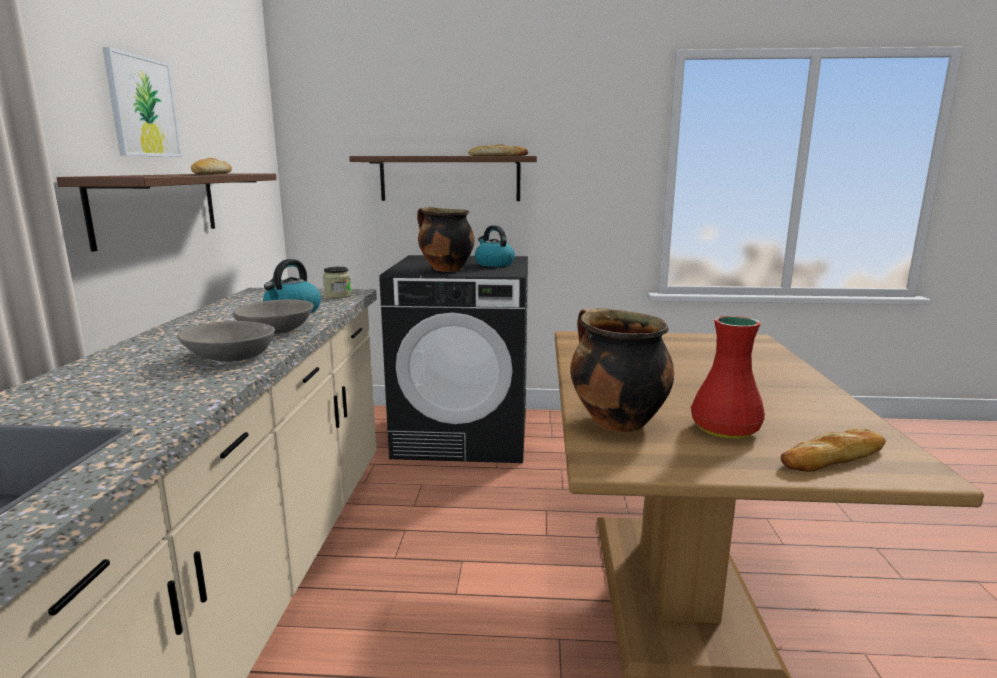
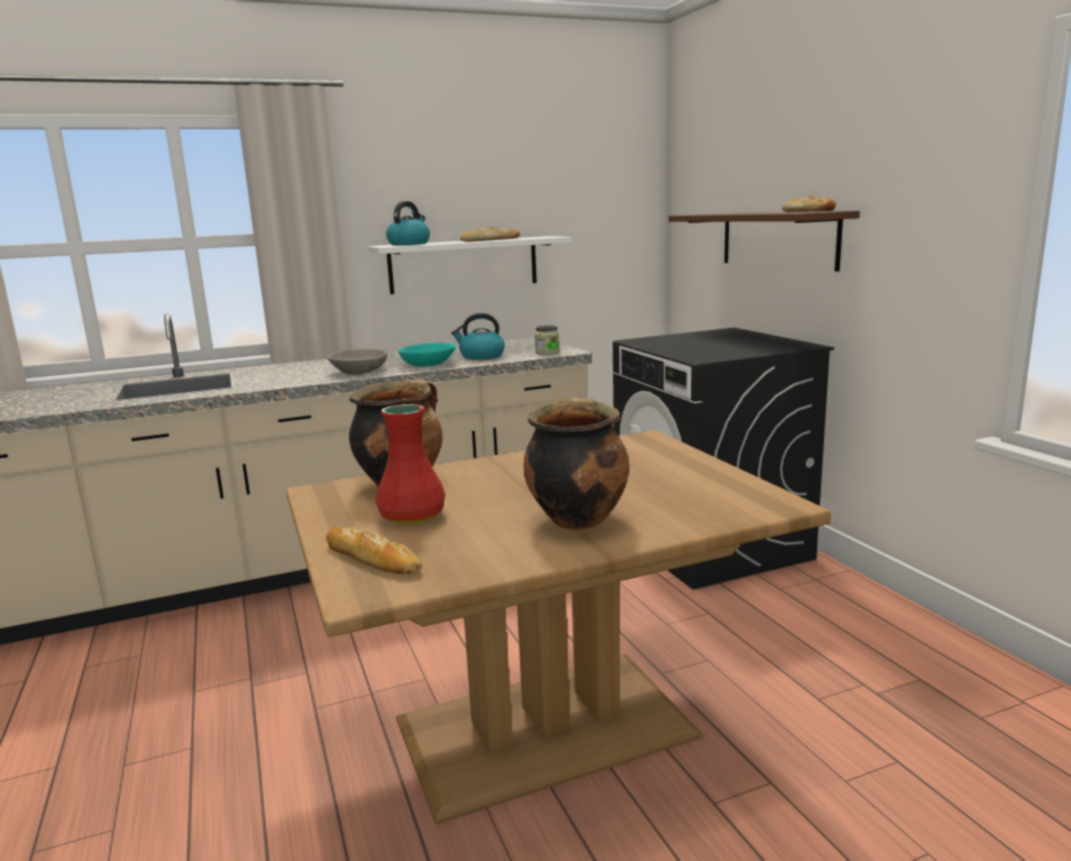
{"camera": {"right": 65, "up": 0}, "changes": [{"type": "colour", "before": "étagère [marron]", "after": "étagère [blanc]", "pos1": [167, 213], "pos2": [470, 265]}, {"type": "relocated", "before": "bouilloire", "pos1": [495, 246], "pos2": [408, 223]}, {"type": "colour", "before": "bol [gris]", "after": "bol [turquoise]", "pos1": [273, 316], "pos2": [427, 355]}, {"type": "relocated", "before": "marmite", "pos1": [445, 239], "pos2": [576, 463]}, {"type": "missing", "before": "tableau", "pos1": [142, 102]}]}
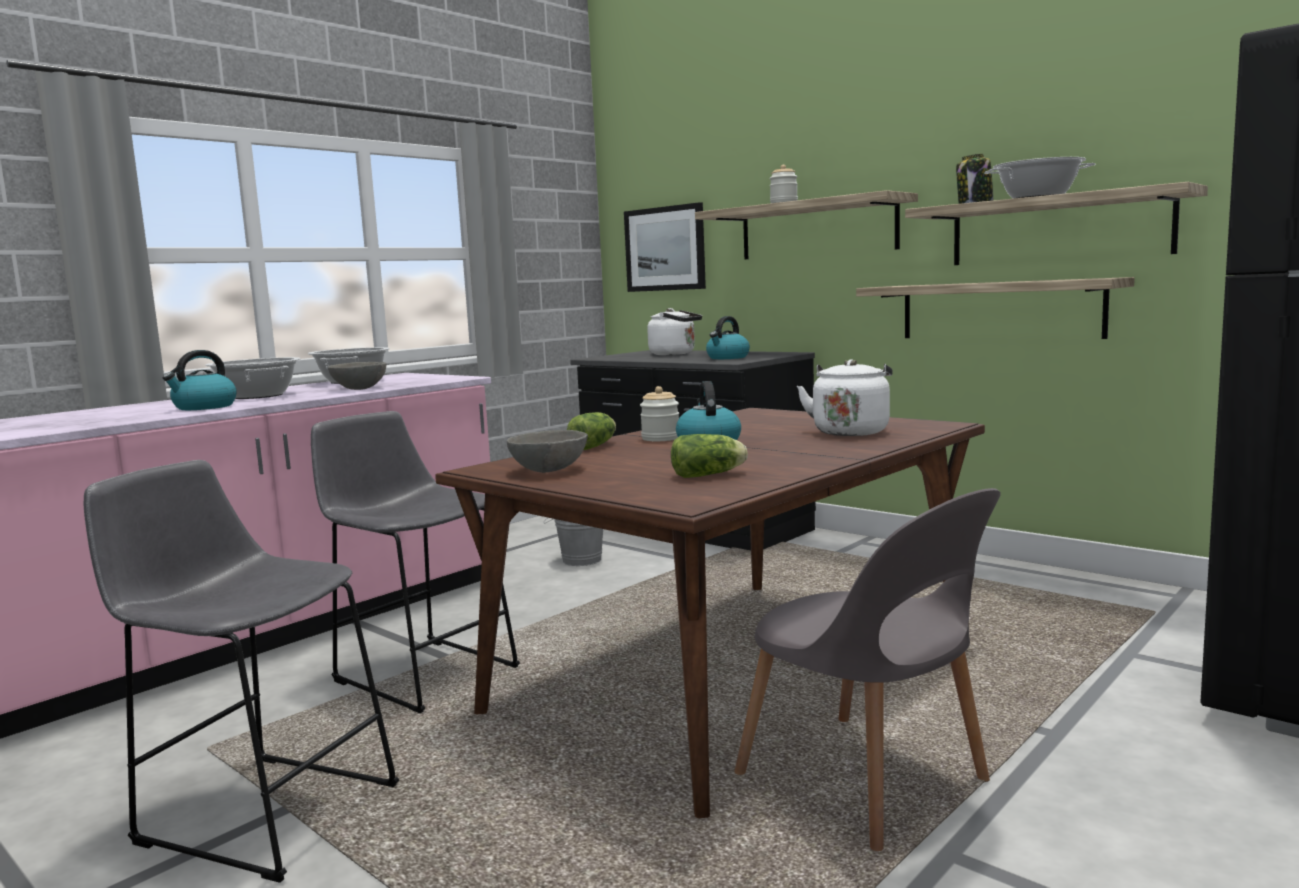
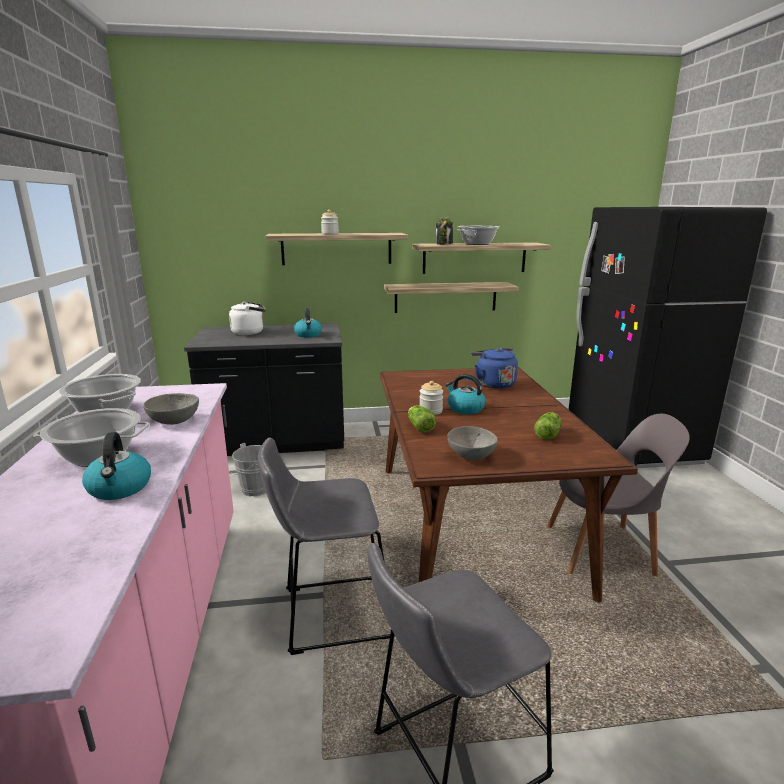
{"camera": {"right": -50, "up": 10}, "changes": [{"type": "colour", "before": "bouilloire [blanc]", "after": "bouilloire [bleu]", "pos1": [845, 397], "pos2": [494, 368]}, {"type": "missing", "before": "tableau", "pos1": [665, 247]}]}
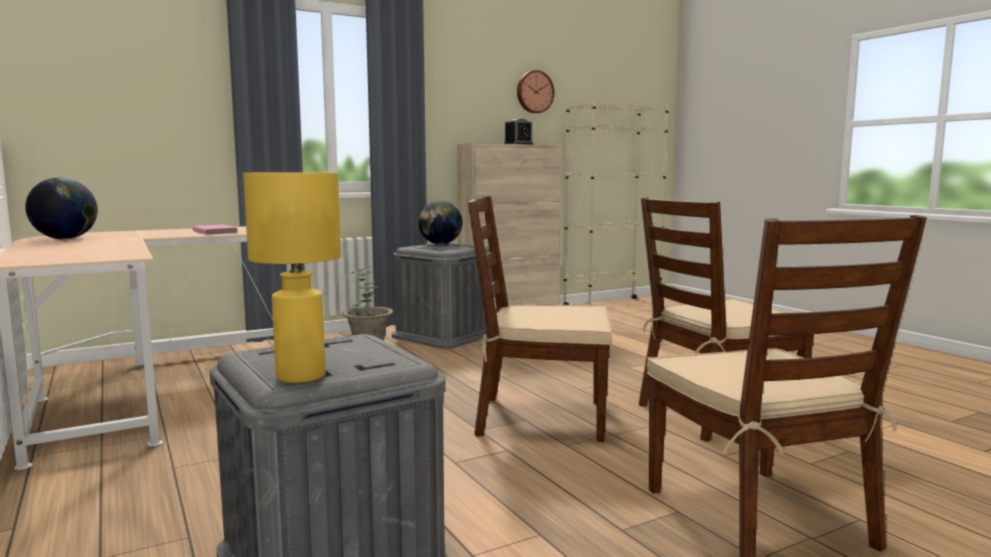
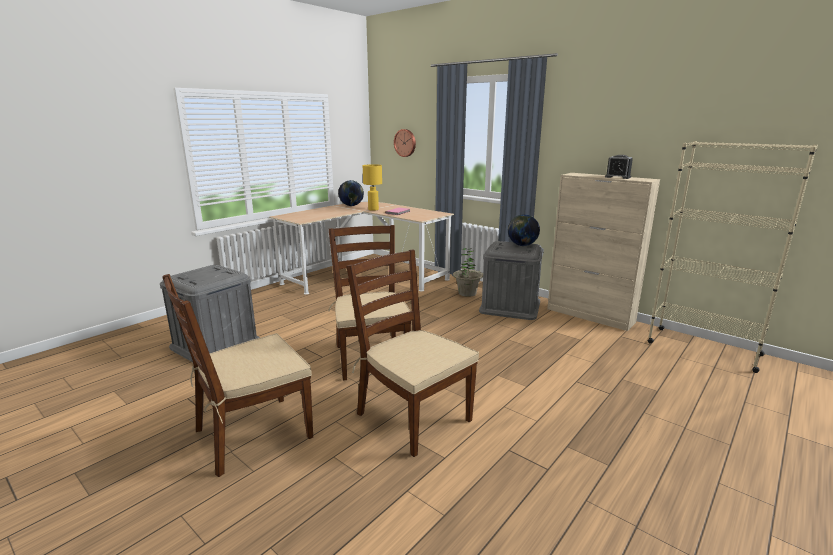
{"camera": {"right": 70, "up": 10}, "changes": [{"type": "relocated", "before": "lampe de table [jaune]", "pos1": [292, 277], "pos2": [372, 187]}, {"type": "relocated", "before": "horloge murale", "pos1": [535, 91], "pos2": [405, 143]}]}
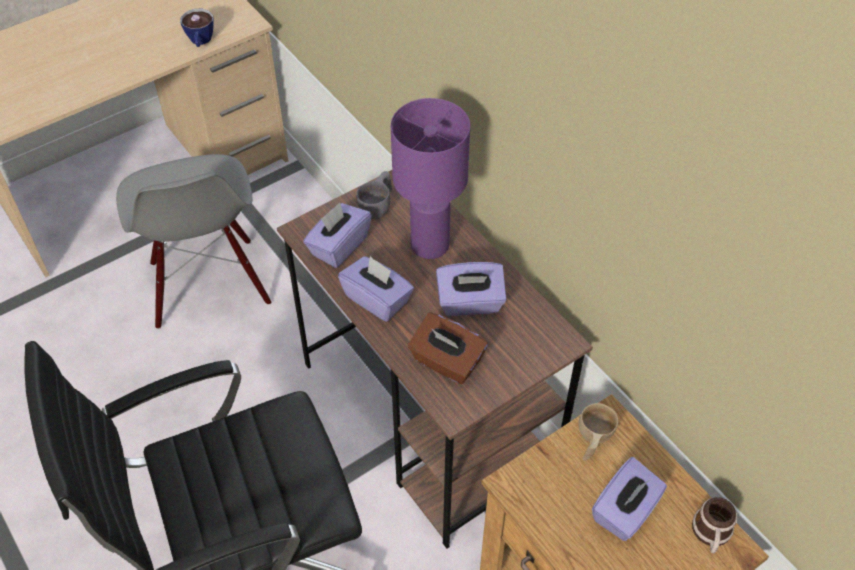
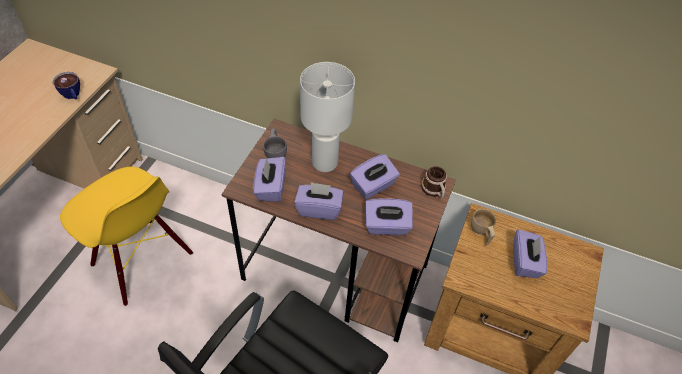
{"camera": {"right": -35, "up": 0}, "changes": [{"type": "colour", "before": "chaise [gris]", "after": "chaise [jaune]", "pos1": [193, 241], "pos2": [126, 236]}, {"type": "colour", "before": "lampe de table [violet]", "after": "lampe de table [blanc]", "pos1": [430, 178], "pos2": [327, 117]}, {"type": "colour", "before": "boîte à mouchoirs [marron]", "after": "boîte à mouchoirs [violet]", "pos1": [448, 348], "pos2": [389, 216]}, {"type": "relocated", "before": "mug", "pos1": [714, 525], "pos2": [434, 182]}]}
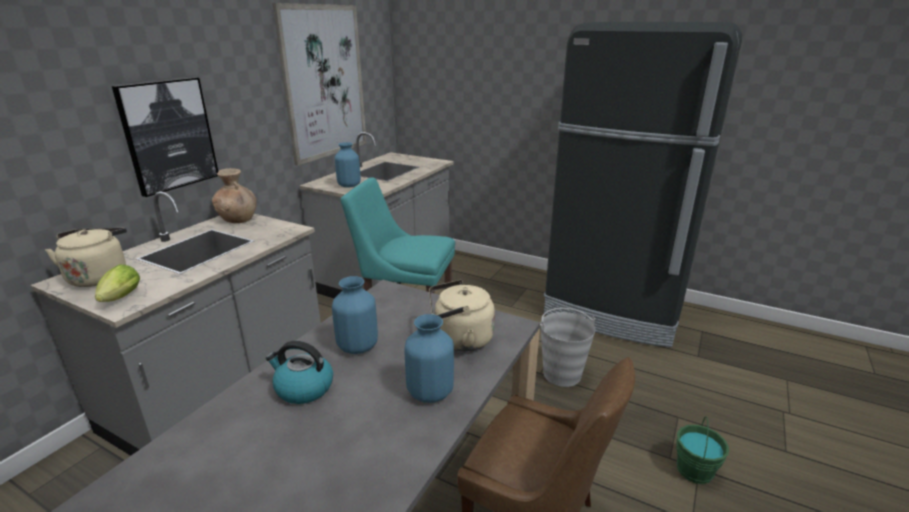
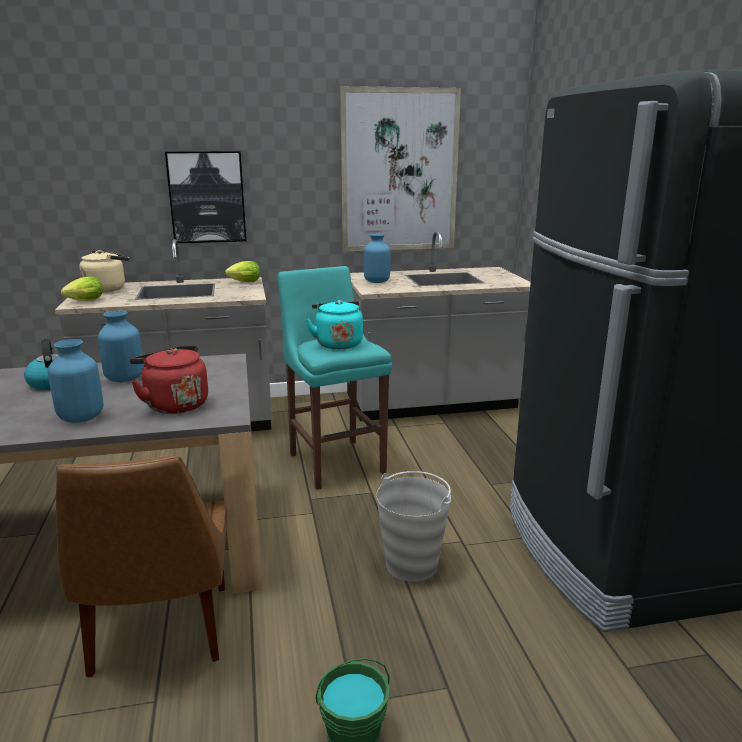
{"camera": {"right": 50, "up": -5}, "changes": [{"type": "colour", "before": "bouilloire [beige]", "after": "bouilloire [rouge]", "pos1": [462, 316], "pos2": [169, 380]}, {"type": "exchanged", "before": "vase [marron]", "after": "laitue", "pos1": [234, 195], "pos2": [242, 271]}, {"type": "appeared", "after": "bouilloire [turquoise]", "pos2": [334, 324]}]}
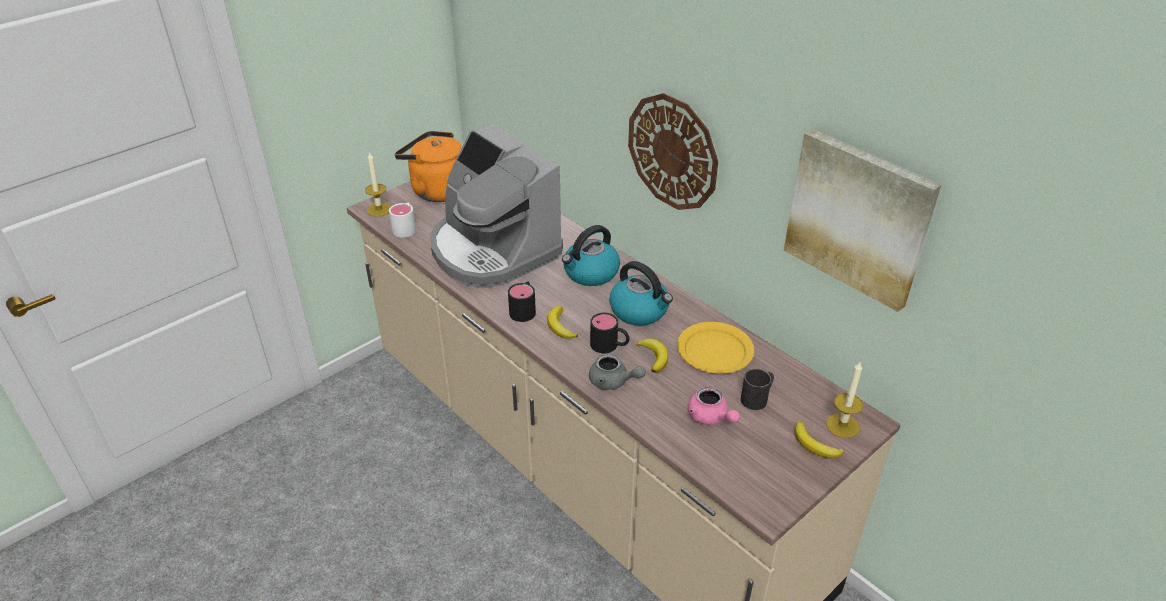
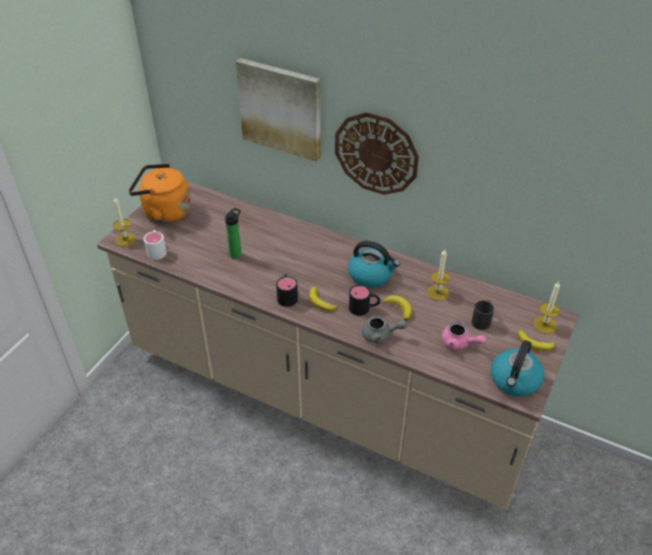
{"camera": {"right": -20, "up": 5}, "changes": [{"type": "exchanged", "before": "machine à café", "after": "bouteille", "pos1": [496, 206], "pos2": [233, 233]}, {"type": "relocated", "before": "tableau", "pos1": [862, 220], "pos2": [278, 110]}, {"type": "exchanged", "before": "assiette [jaune]", "after": "bougie", "pos1": [715, 347], "pos2": [438, 275]}, {"type": "relocated", "before": "bouilloire", "pos1": [591, 255], "pos2": [517, 368]}]}
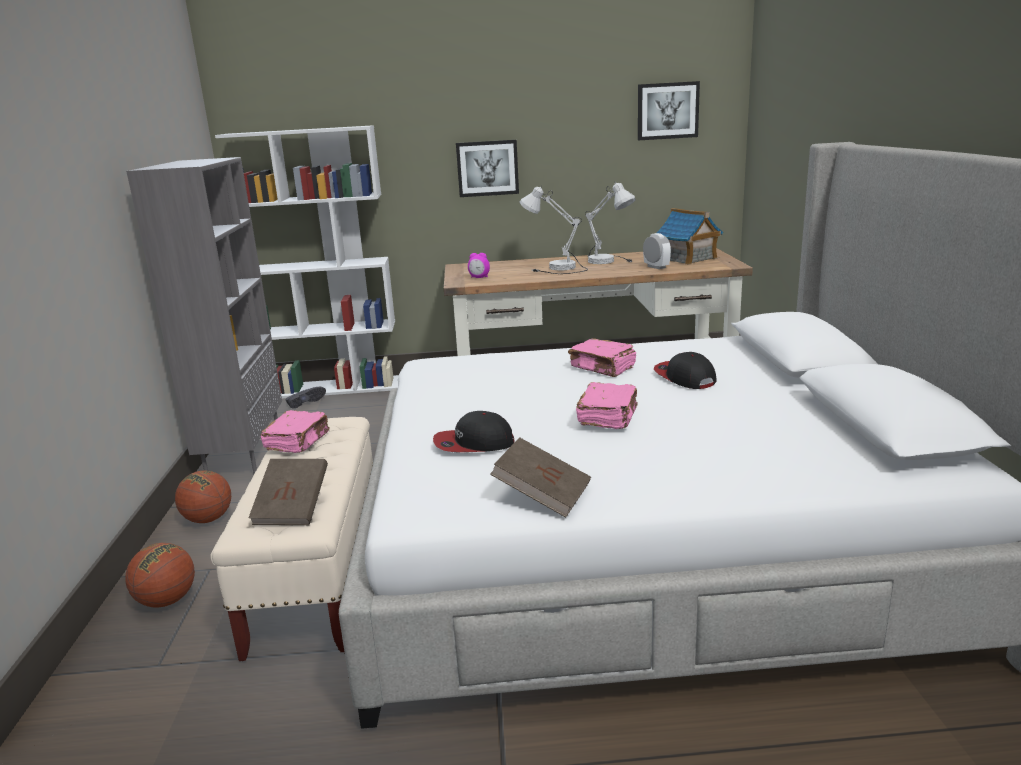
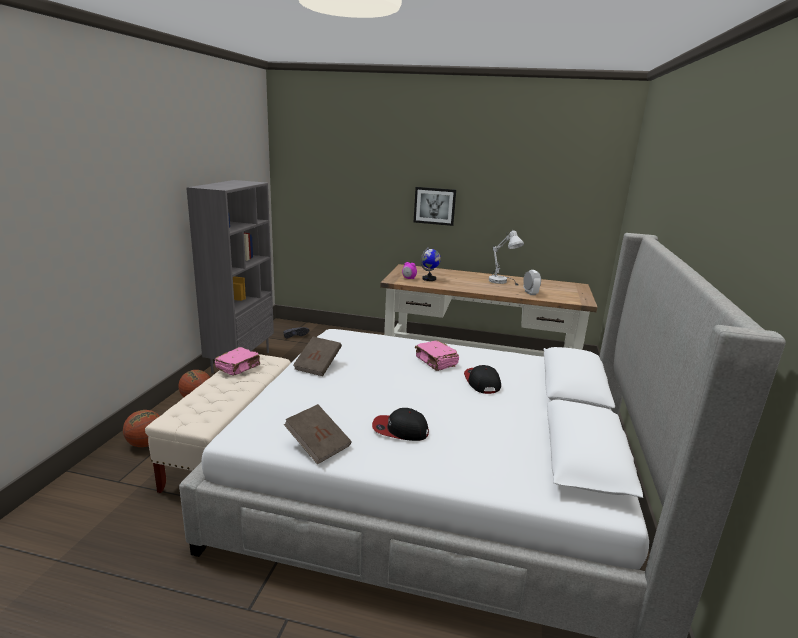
{"camera": {"right": 15, "up": 0}, "changes": [{"type": "relocated", "before": "livre [marron]", "pos1": [288, 492], "pos2": [317, 356]}, {"type": "relocated", "before": "casquette", "pos1": [474, 431], "pos2": [400, 424]}, {"type": "appeared", "after": "globe", "pos2": [431, 264]}, {"type": "missing", "before": "bibliothèque [blanc]", "pos1": [307, 261]}, {"type": "missing", "before": "lampe de table [blanc]", "pos1": [553, 229]}, {"type": "missing", "before": "livre [rose]", "pos1": [607, 405]}, {"type": "missing", "before": "tableau", "pos1": [669, 110]}, {"type": "missing", "before": "maison miniature", "pos1": [690, 236]}]}
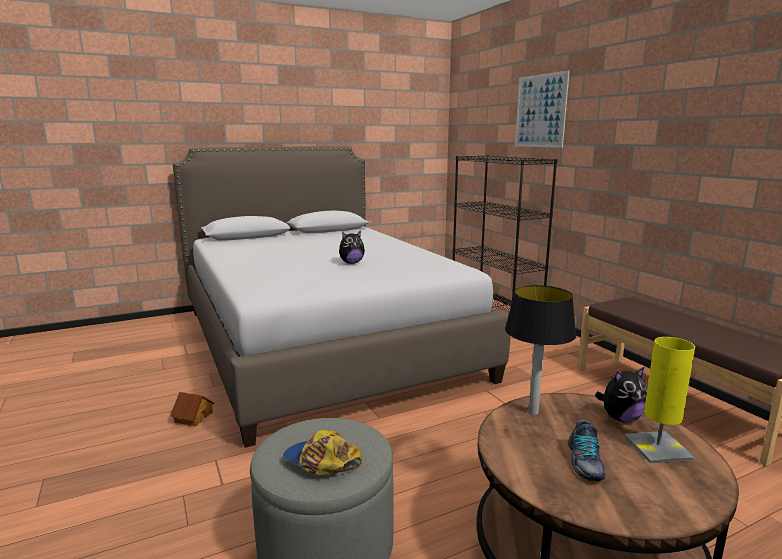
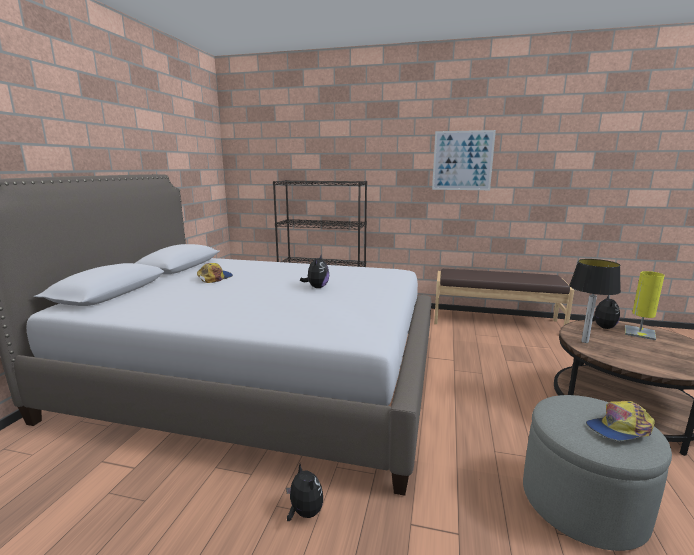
{"camera": {"right": -50, "up": 0}, "changes": [{"type": "appeared", "after": "casquette", "pos2": [215, 273]}, {"type": "exchanged", "before": "maison miniature", "after": "peluche", "pos1": [192, 409], "pos2": [304, 492]}, {"type": "relocated", "before": "tableau", "pos1": [542, 109], "pos2": [464, 160]}, {"type": "missing", "before": "chaussure", "pos1": [587, 451]}]}
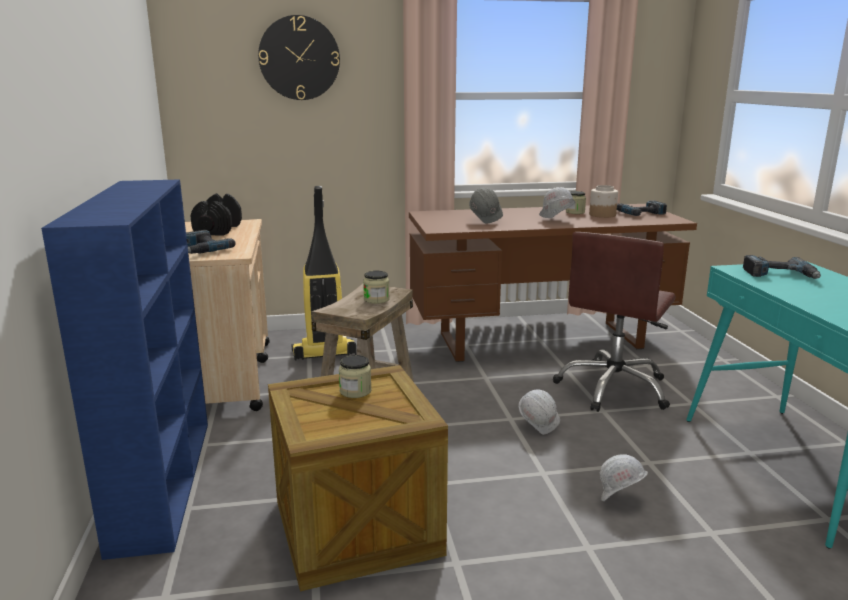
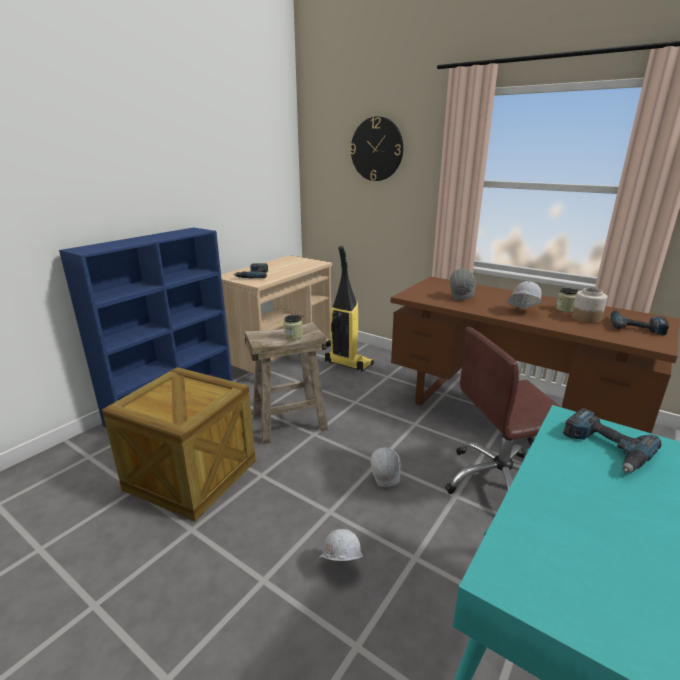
{"camera": {"right": 45, "up": 5}, "changes": [{"type": "missing", "before": "haltère [noir]", "pos1": [216, 214]}, {"type": "missing", "before": "bocal", "pos1": [355, 376]}]}
